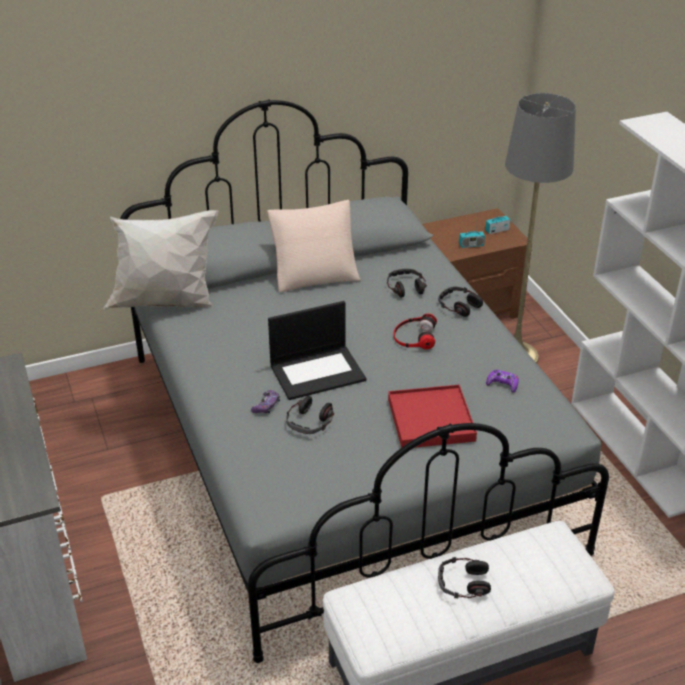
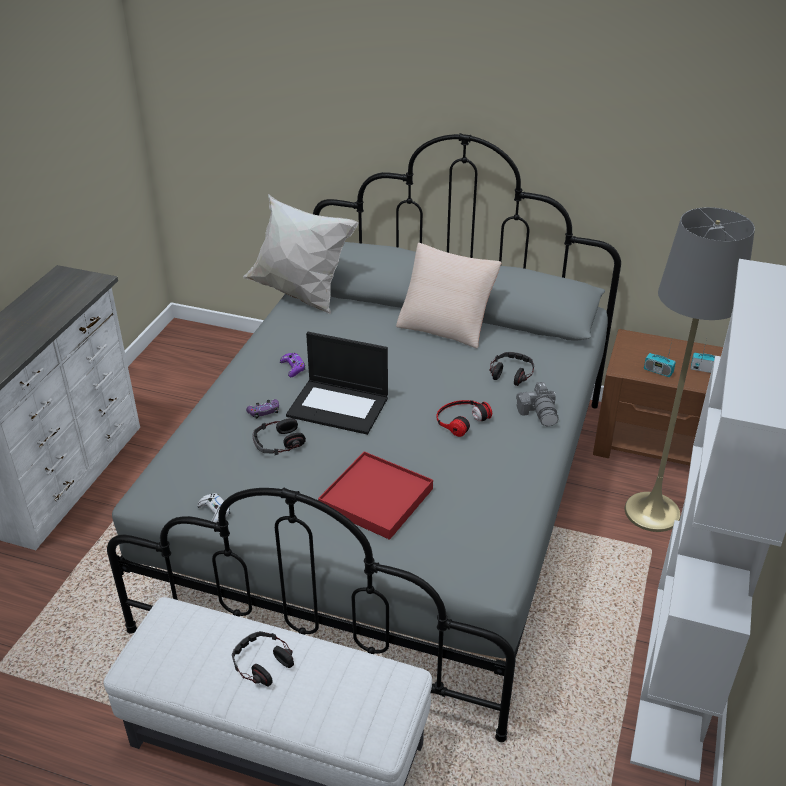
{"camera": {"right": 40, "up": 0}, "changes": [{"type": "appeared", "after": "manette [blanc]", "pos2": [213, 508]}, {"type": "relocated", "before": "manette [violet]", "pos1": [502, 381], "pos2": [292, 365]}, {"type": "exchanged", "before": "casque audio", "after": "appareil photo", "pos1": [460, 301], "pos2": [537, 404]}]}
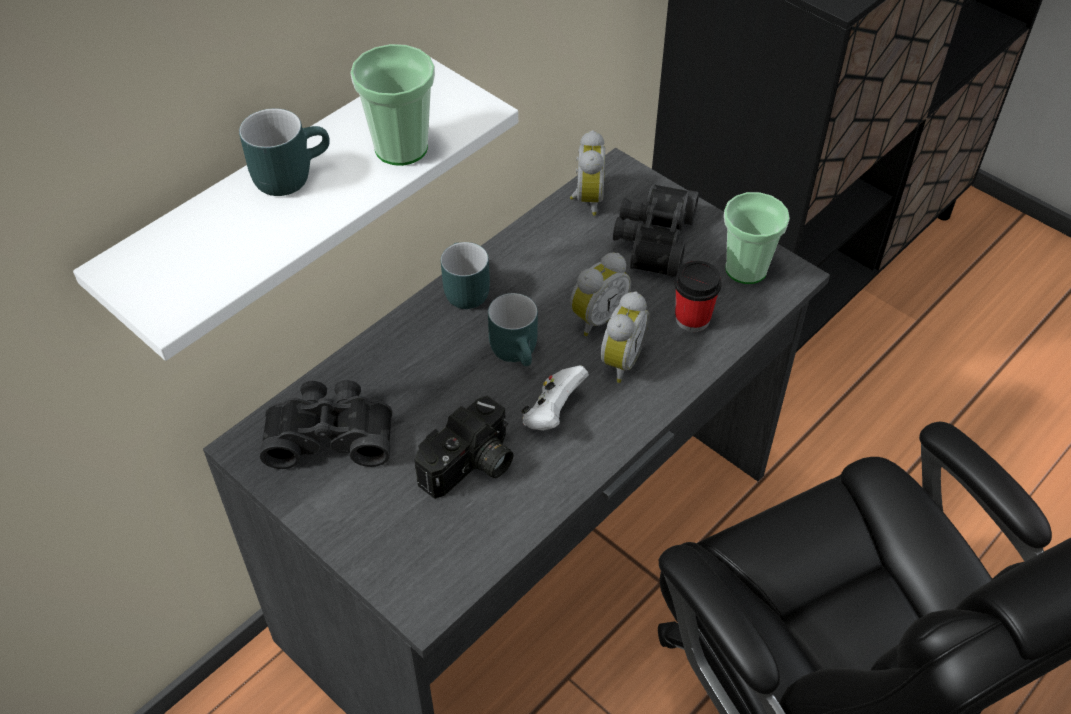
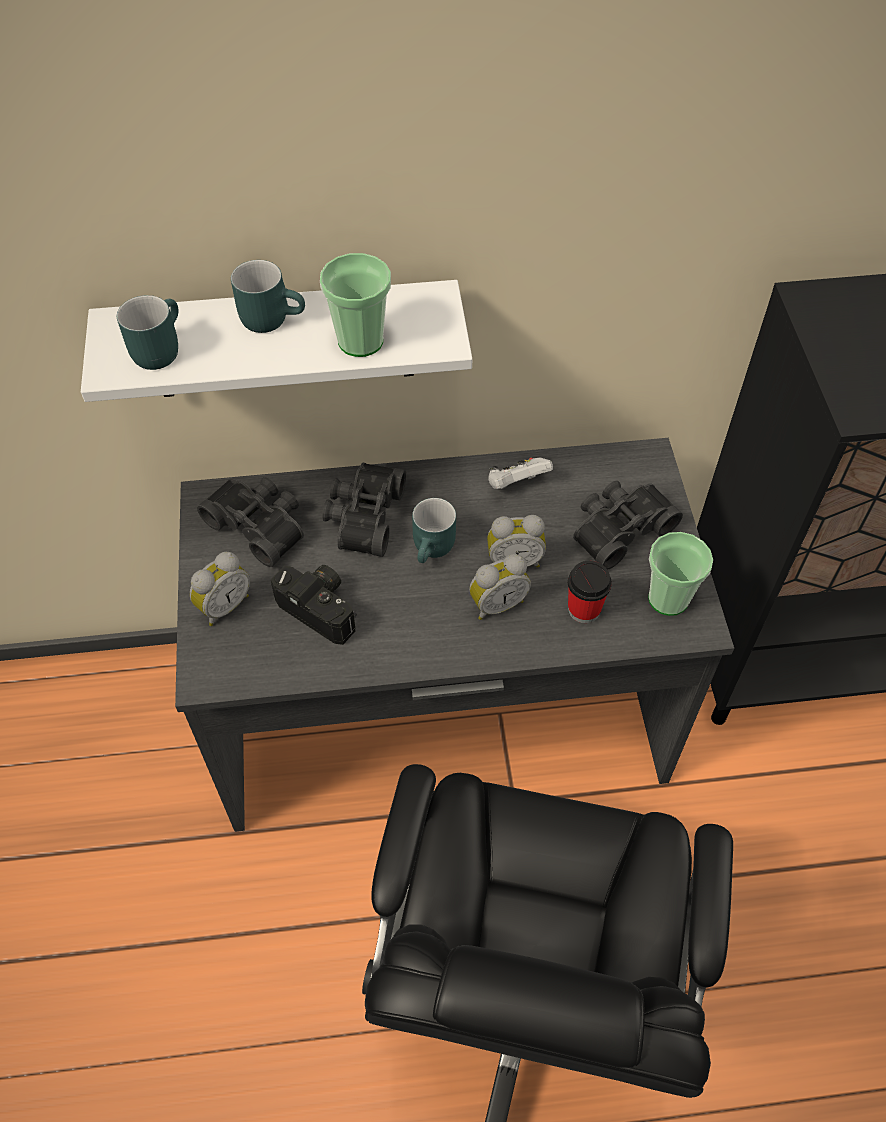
{"camera": {"right": 40, "up": 5}, "changes": [{"type": "relocated", "before": "mug [turquoise]", "pos1": [465, 275], "pos2": [147, 332]}, {"type": "relocated", "before": "réveil", "pos1": [587, 173], "pos2": [220, 589]}, {"type": "spun", "before": "appareil photo", "pos1": [464, 447], "pos2": [314, 605], "turn": -135}, {"type": "appeared", "after": "jumelles [noir]", "pos2": [364, 510]}, {"type": "relocated", "before": "manette [blanc]", "pos1": [555, 398], "pos2": [520, 473]}]}
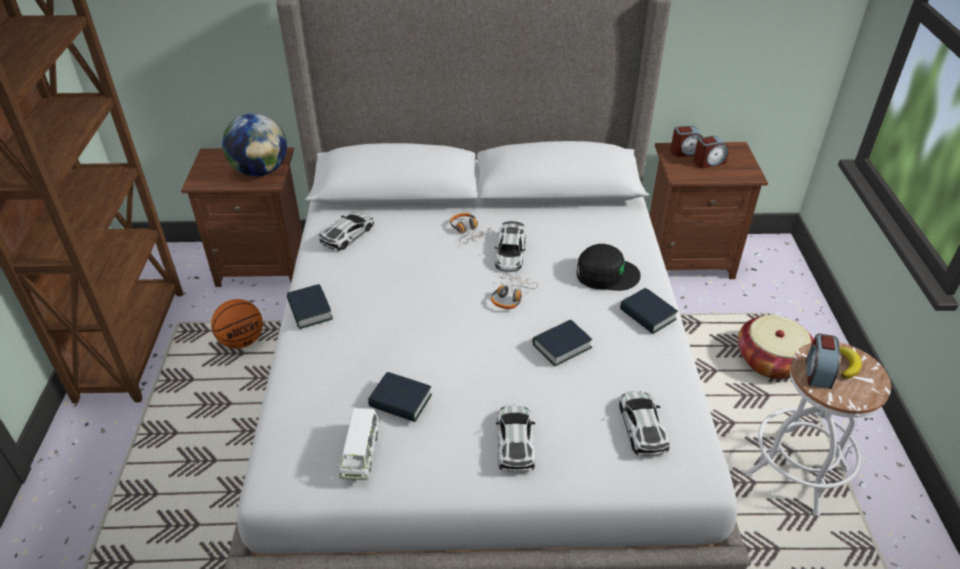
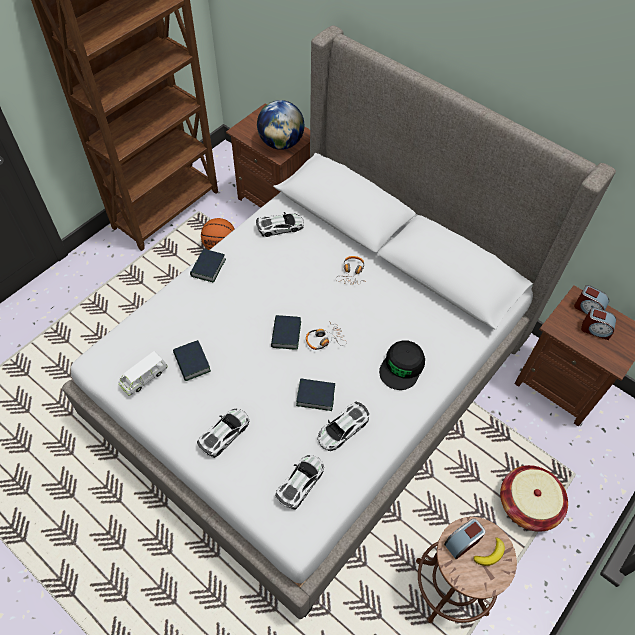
{"camera": {"right": 40, "up": 15}, "changes": [{"type": "relocated", "before": "livre", "pos1": [649, 311], "pos2": [286, 332]}, {"type": "relocated", "before": "petite voiture", "pos1": [510, 246], "pos2": [343, 426]}, {"type": "spun", "before": "casquette [noir]", "pos1": [609, 267], "pos2": [402, 365], "turn": 75}, {"type": "colour", "before": "tabouret [blanc]", "after": "tabouret [marron]", "pos1": [819, 429], "pos2": [466, 570]}]}
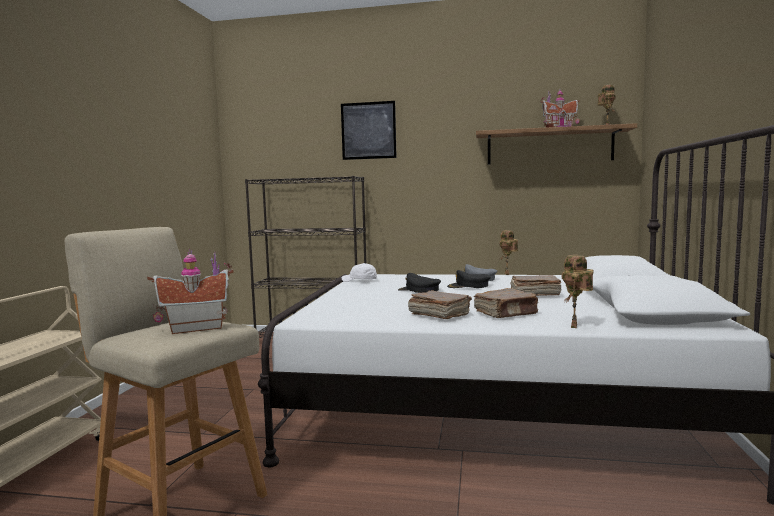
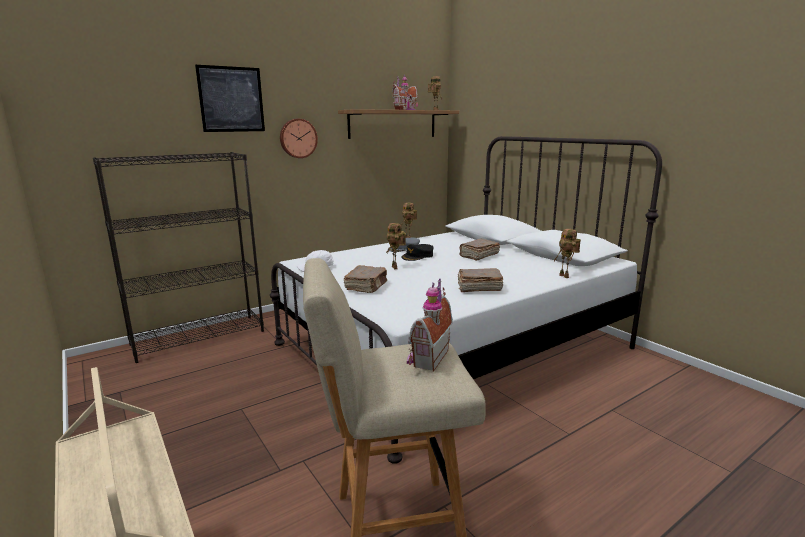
{"camera": {"right": -45, "up": 10}, "changes": [{"type": "appeared", "after": "horloge murale", "pos2": [299, 138]}, {"type": "relocated", "before": "livre [marron]", "pos1": [506, 303], "pos2": [365, 279]}, {"type": "exchanged", "before": "casquette [noir]", "after": "robot jouet", "pos1": [419, 283], "pos2": [396, 246]}]}
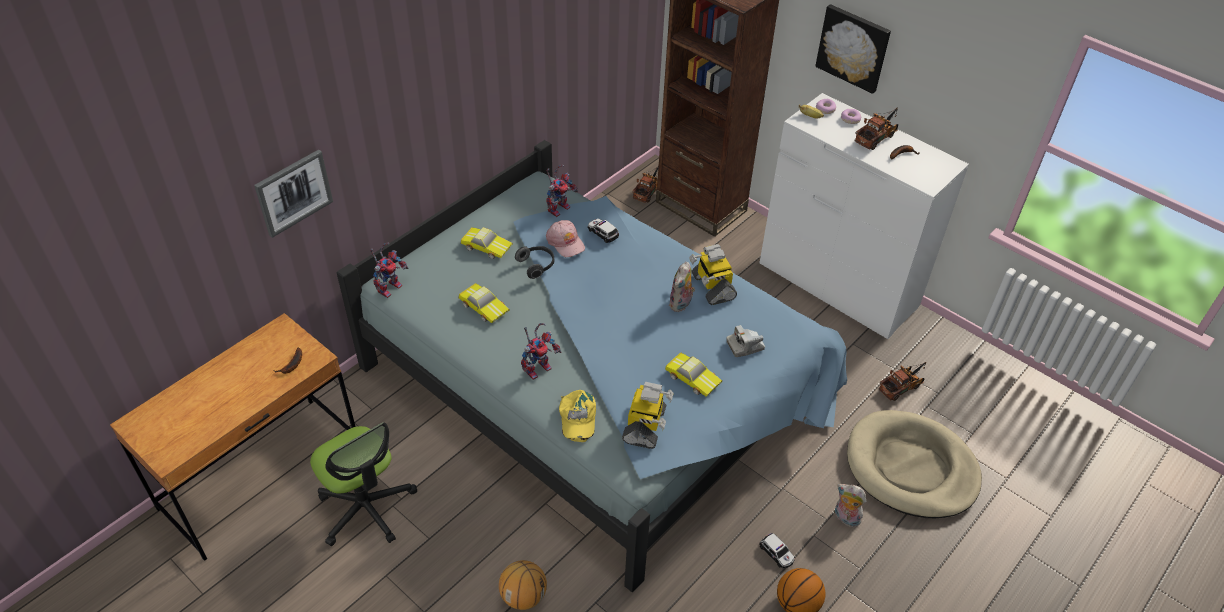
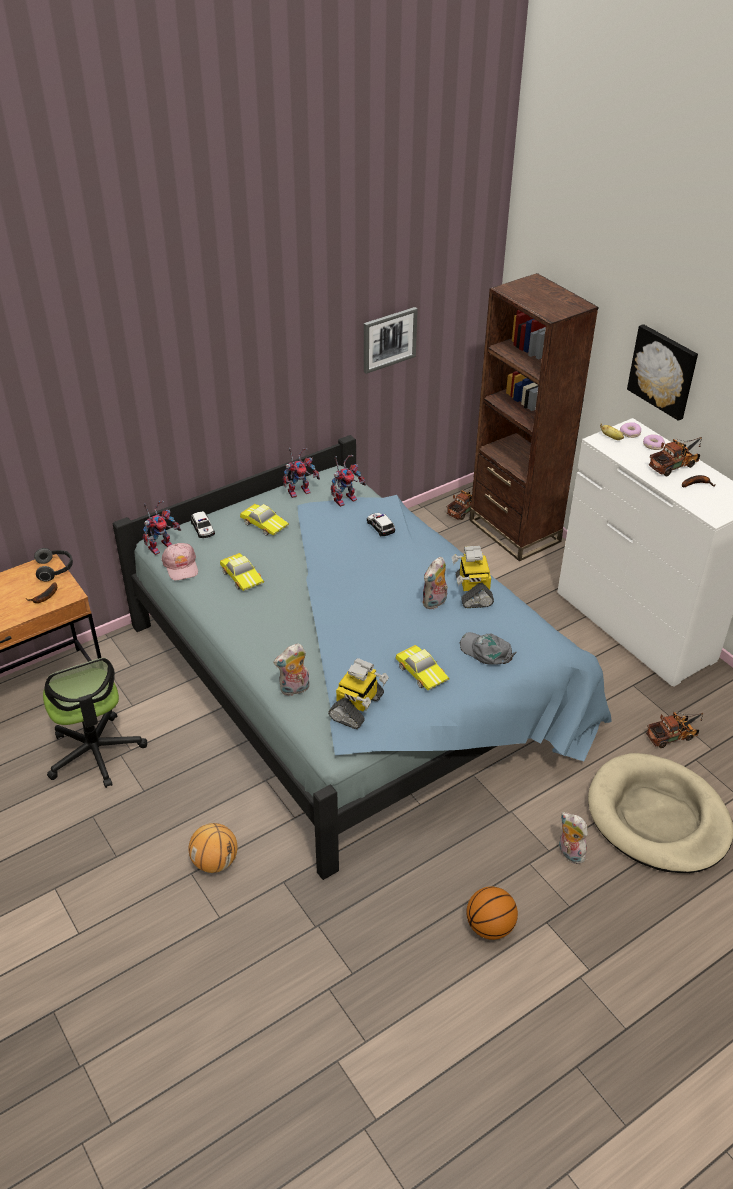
{"camera": {"right": 15, "up": -5}, "changes": [{"type": "relocated", "before": "casque audio", "pos1": [534, 262], "pos2": [53, 564]}, {"type": "relocated", "before": "casquette [rose]", "pos1": [565, 238], "pos2": [180, 562]}, {"type": "relocated", "before": "petite voiture", "pos1": [777, 550], "pos2": [203, 524]}, {"type": "exchanged", "before": "casquette [jaune]", "after": "peluche", "pos1": [577, 416], "pos2": [291, 669]}, {"type": "relocated", "before": "robot jouet", "pos1": [541, 351], "pos2": [301, 473]}, {"type": "relocated", "before": "tableau", "pos1": [293, 194], "pos2": [391, 340]}, {"type": "exchanged", "before": "appareil photo", "after": "casquette [gris]", "pos1": [746, 341], "pos2": [488, 648]}]}
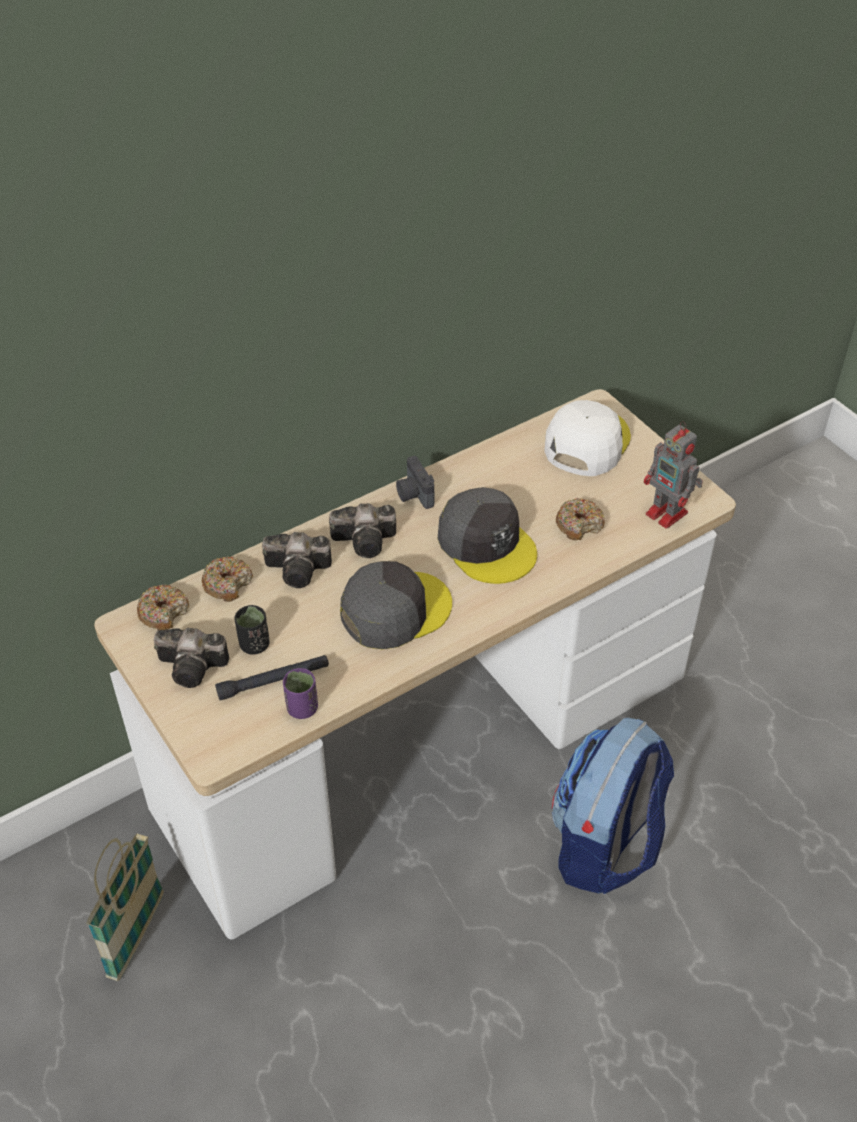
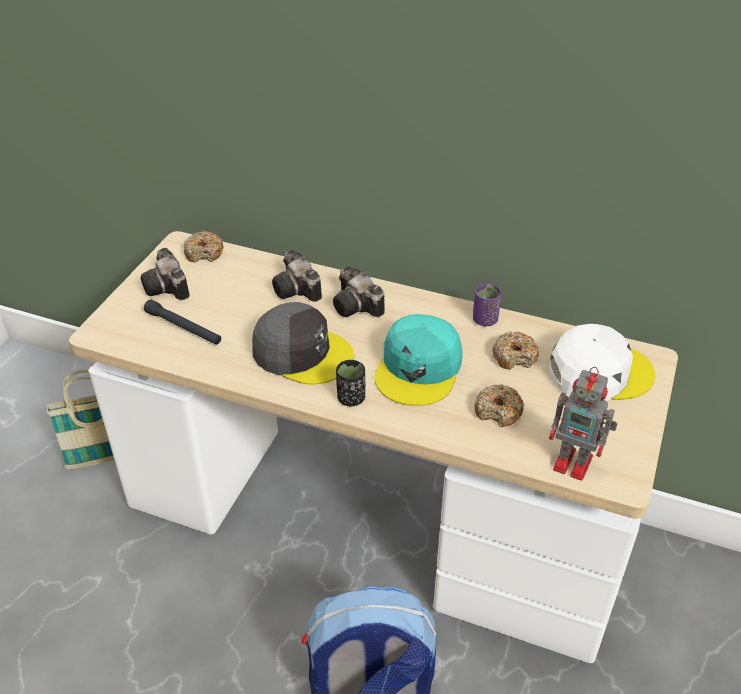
{"camera": {"right": 55, "up": -5}, "changes": [{"type": "relocated", "before": "tasse [noir]", "pos1": [252, 629], "pos2": [350, 383]}, {"type": "colour", "before": "casquette [gris]", "after": "casquette [turquoise]", "pos1": [487, 535], "pos2": [419, 360]}, {"type": "relocated", "before": "tasse [violet]", "pos1": [300, 693], "pos2": [487, 305]}, {"type": "relocated", "before": "beignet", "pos1": [227, 579], "pos2": [515, 351]}, {"type": "spun", "before": "robot jouet", "pos1": [673, 475], "pos2": [583, 424], "turn": -75}, {"type": "missing", "before": "appareil photo", "pos1": [415, 482]}]}
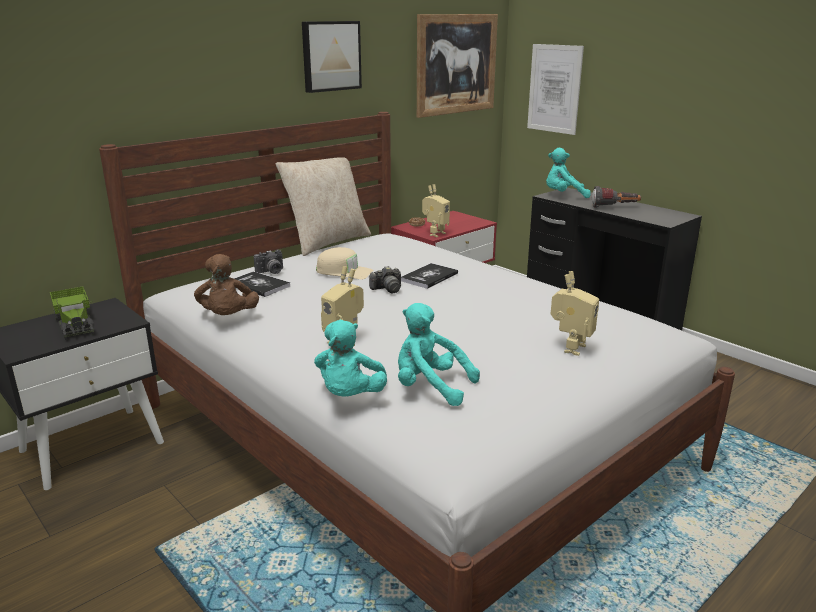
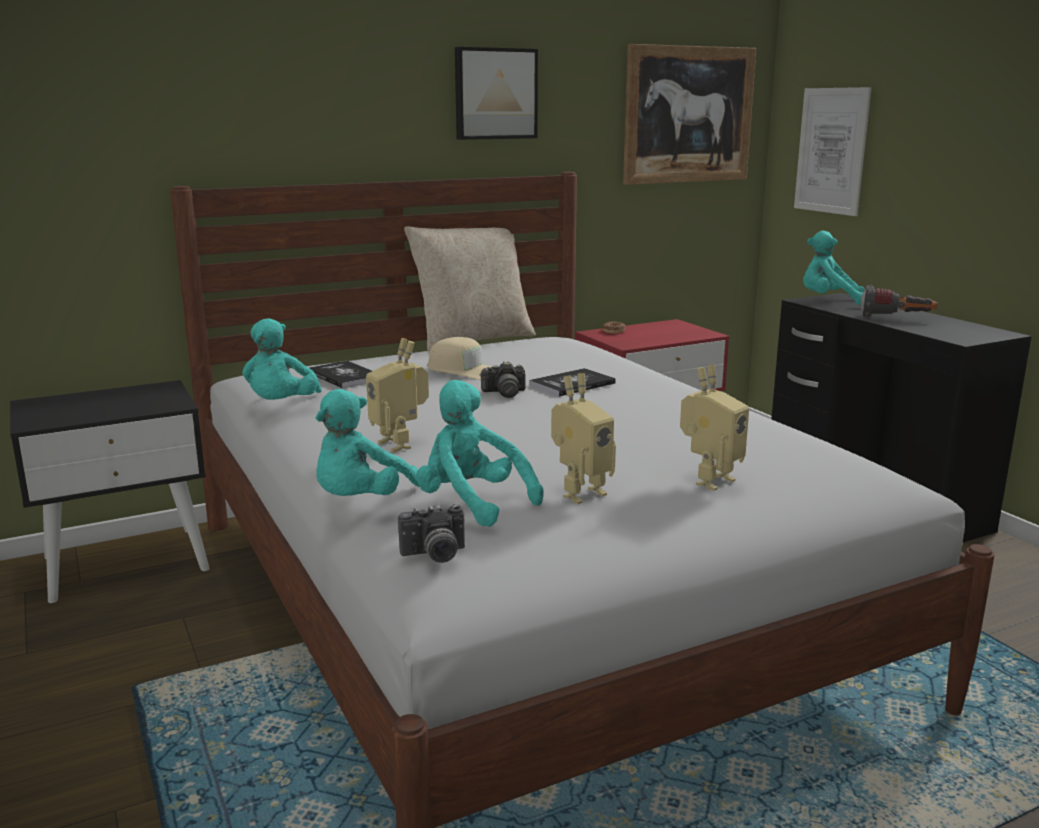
{"camera": {"right": 15, "up": -5}, "changes": [{"type": "colour", "before": "peluche [marron]", "after": "peluche [turquoise]", "pos1": [226, 284], "pos2": [282, 359]}, {"type": "relocated", "before": "appareil photo", "pos1": [268, 262], "pos2": [431, 533]}, {"type": "relocated", "before": "robot jouet", "pos1": [436, 210], "pos2": [583, 438]}, {"type": "missing", "before": "camion jouet", "pos1": [72, 313]}]}
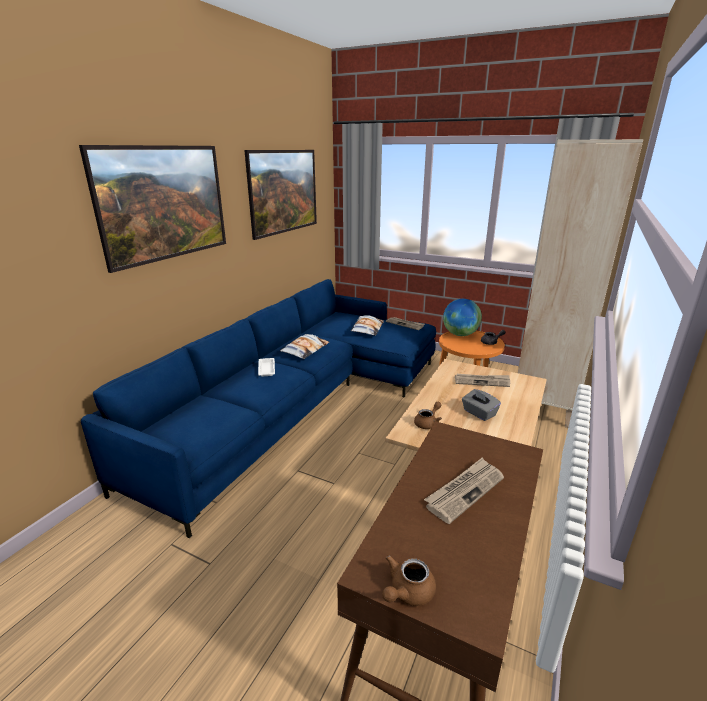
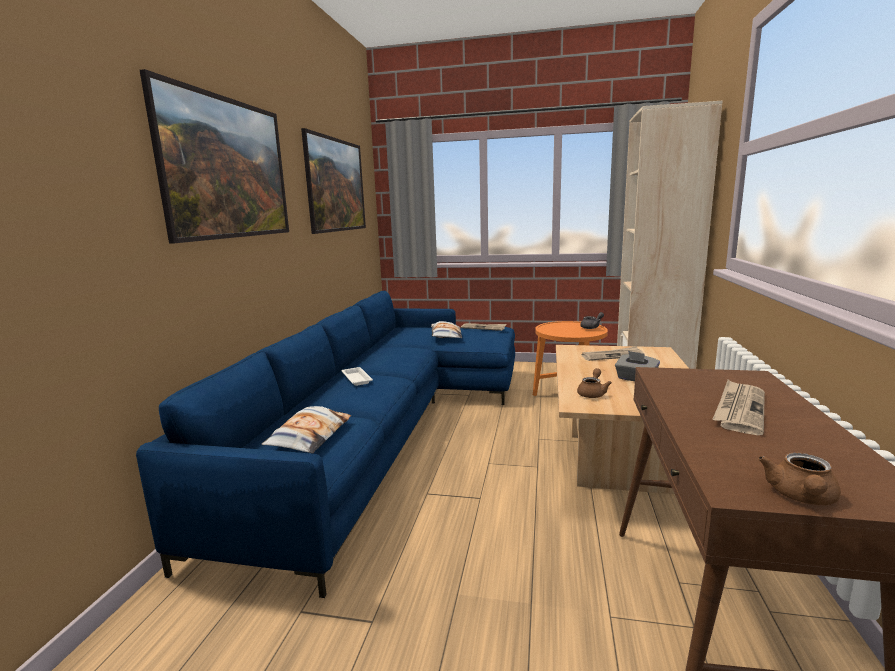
{"camera": {"right": -15, "up": -10}, "changes": [{"type": "relocated", "before": "coussin", "pos1": [304, 346], "pos2": [306, 430]}, {"type": "missing", "before": "globe", "pos1": [462, 317]}]}
